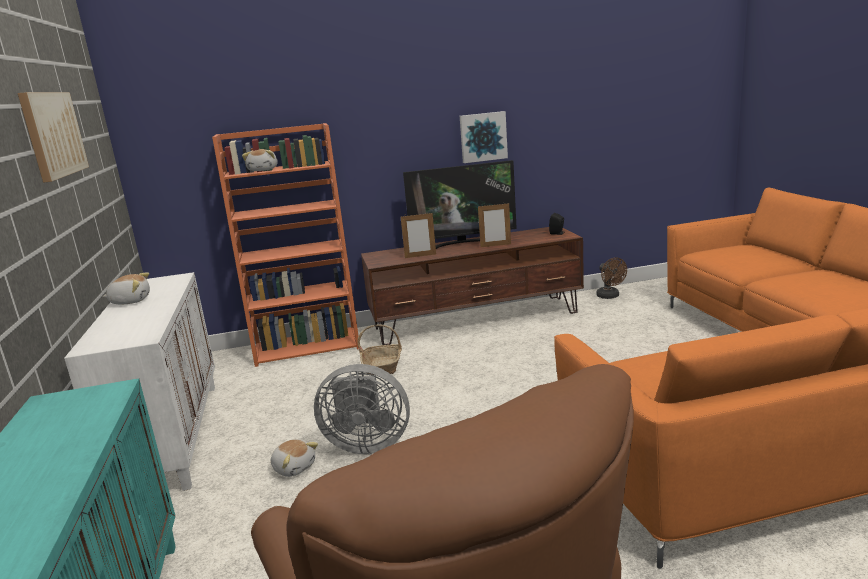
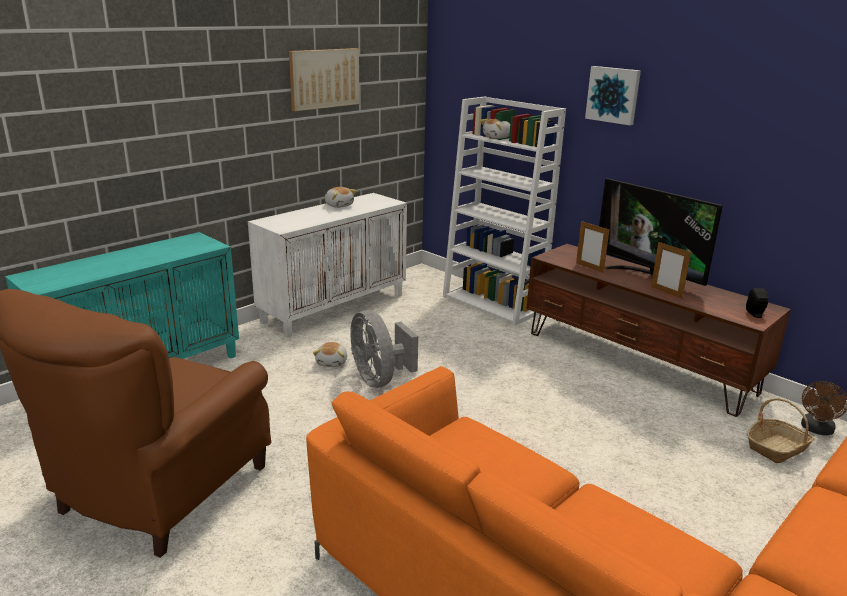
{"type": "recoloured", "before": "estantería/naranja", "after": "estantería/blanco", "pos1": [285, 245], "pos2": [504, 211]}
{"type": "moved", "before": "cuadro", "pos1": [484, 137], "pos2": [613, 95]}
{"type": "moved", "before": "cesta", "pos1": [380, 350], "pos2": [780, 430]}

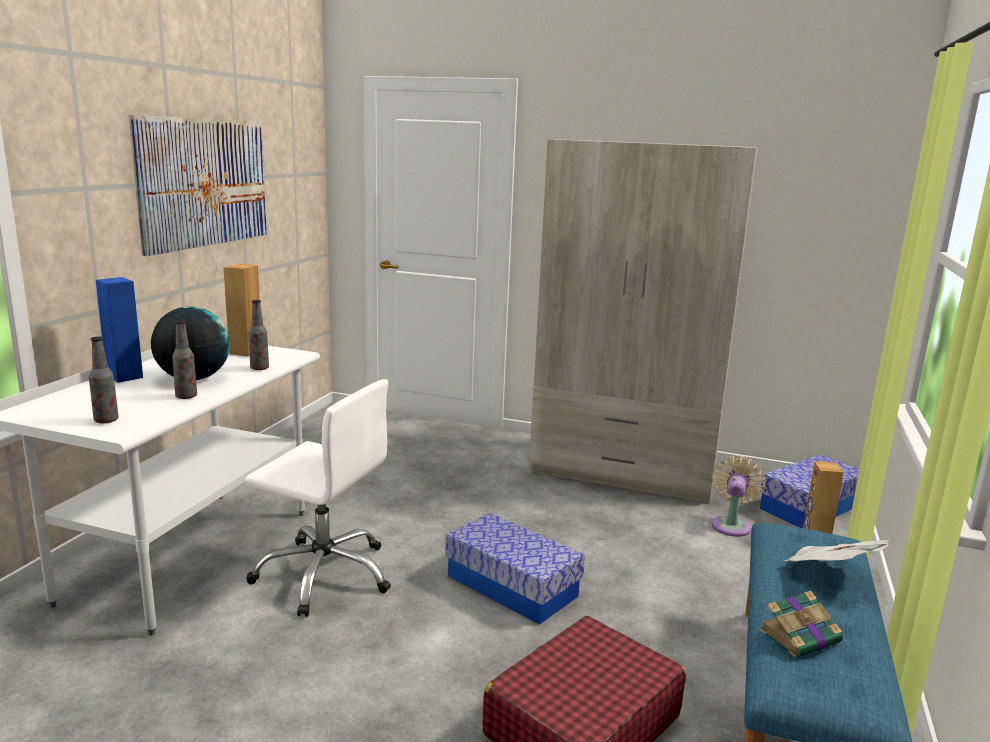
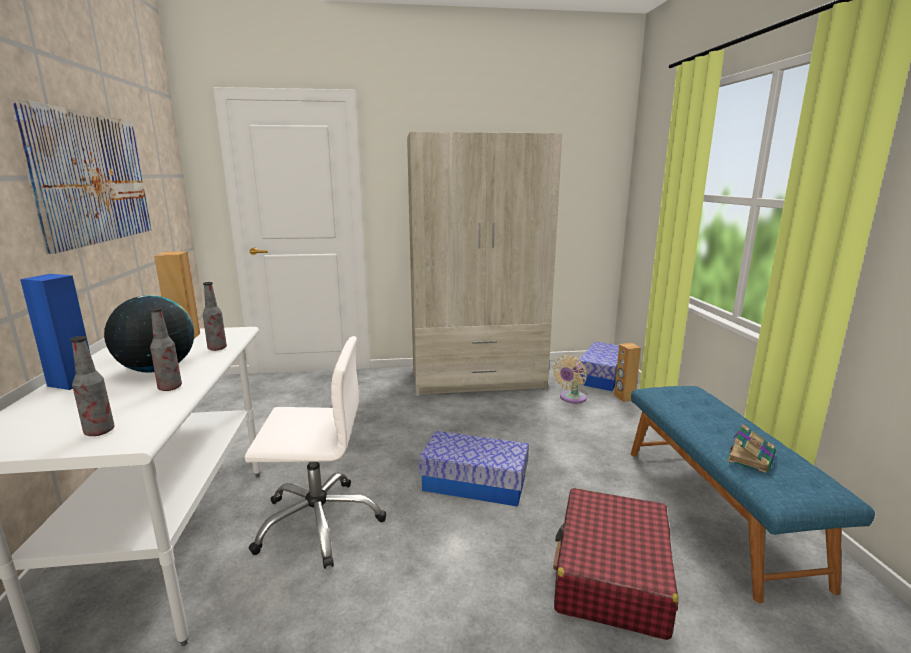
{"type": "turned", "before": "ventilador/beis", "pos1": [739, 496], "pos2": [570, 379], "turn": -135}
{"type": "removed", "before": "periódico", "pos1": [837, 550]}

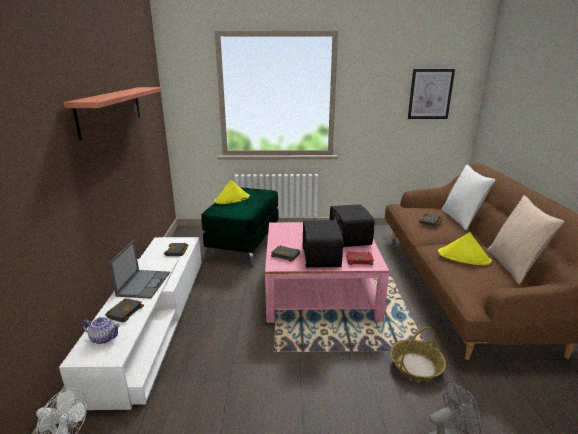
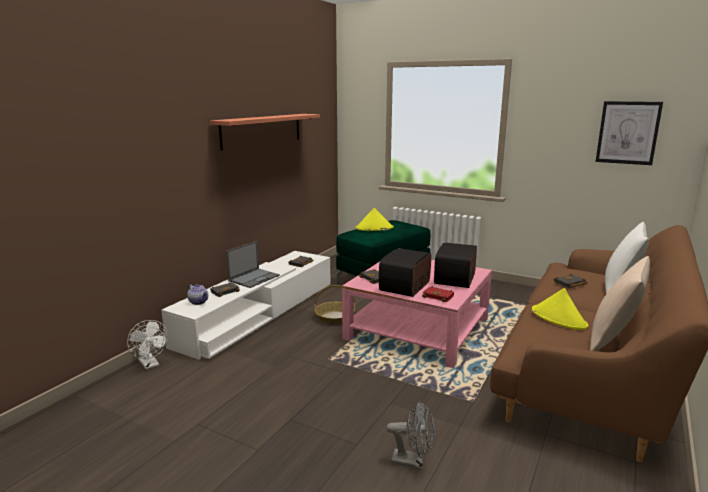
{"type": "moved", "before": "cesta", "pos1": [418, 354], "pos2": [334, 304]}

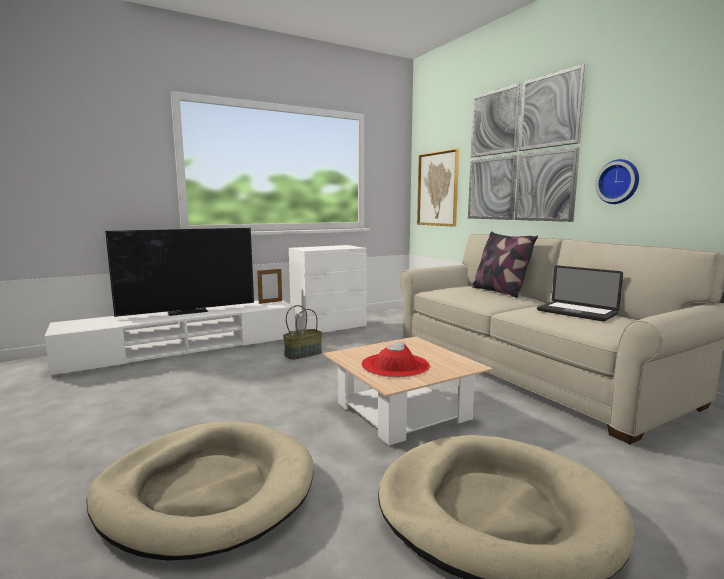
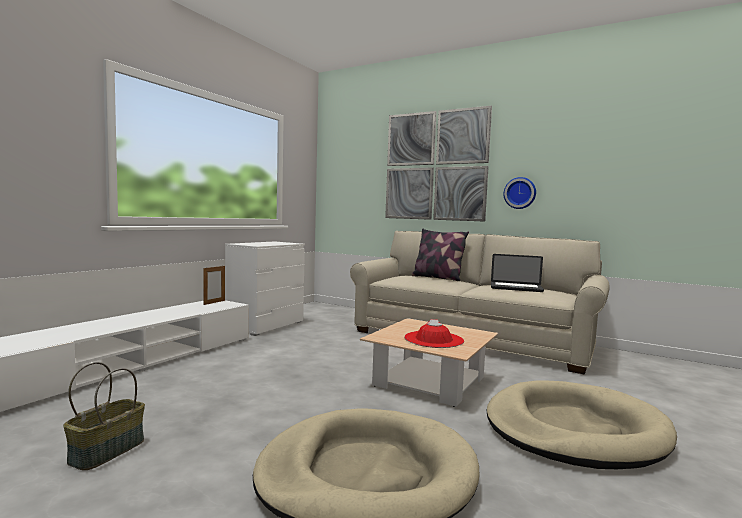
{"type": "moved", "before": "cesta", "pos1": [302, 332], "pos2": [104, 416]}
{"type": "removed", "before": "televisor", "pos1": [179, 272]}
{"type": "removed", "before": "cuadro", "pos1": [438, 188]}

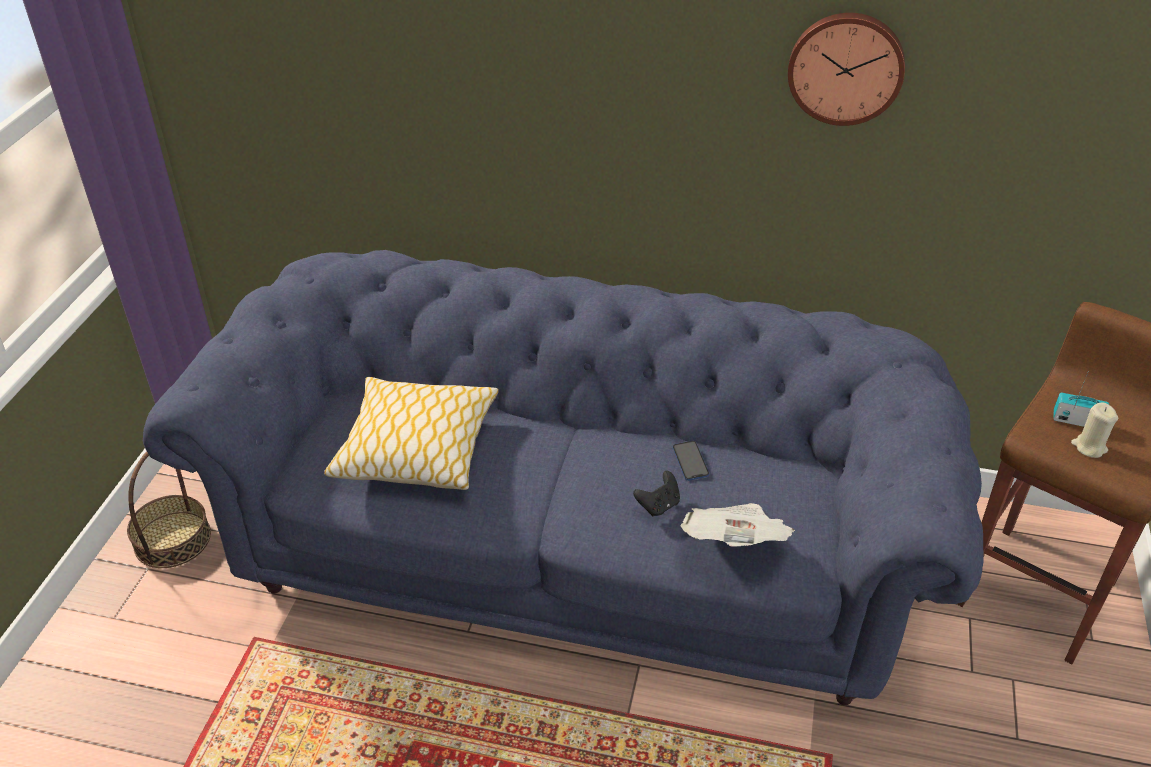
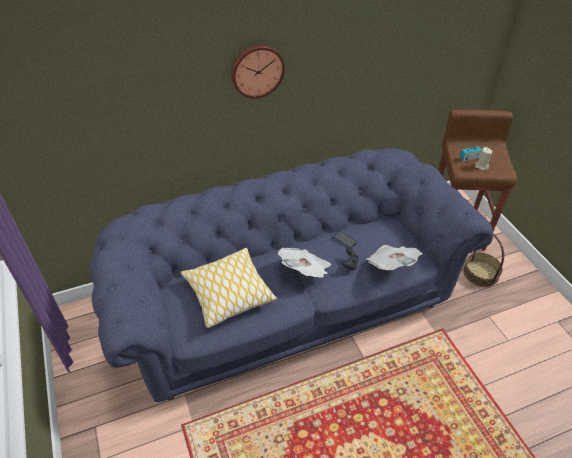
{"type": "moved", "before": "reloj de pared", "pos1": [846, 69], "pos2": [258, 71]}
{"type": "added", "after": "periódico", "pos2": [304, 263]}
{"type": "moved", "before": "cesta", "pos1": [169, 510], "pos2": [483, 260]}

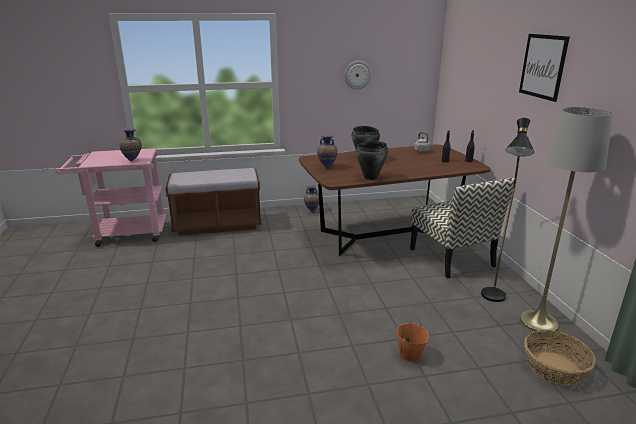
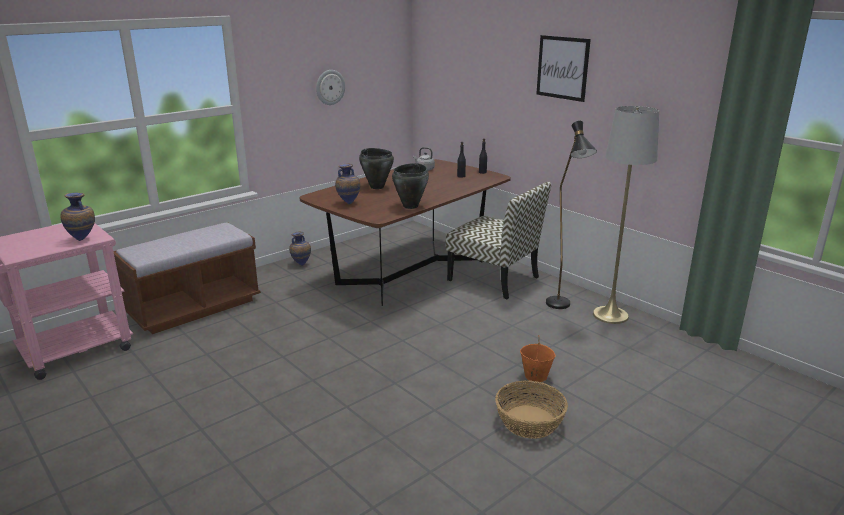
{"type": "moved", "before": "cesta", "pos1": [560, 357], "pos2": [531, 409]}

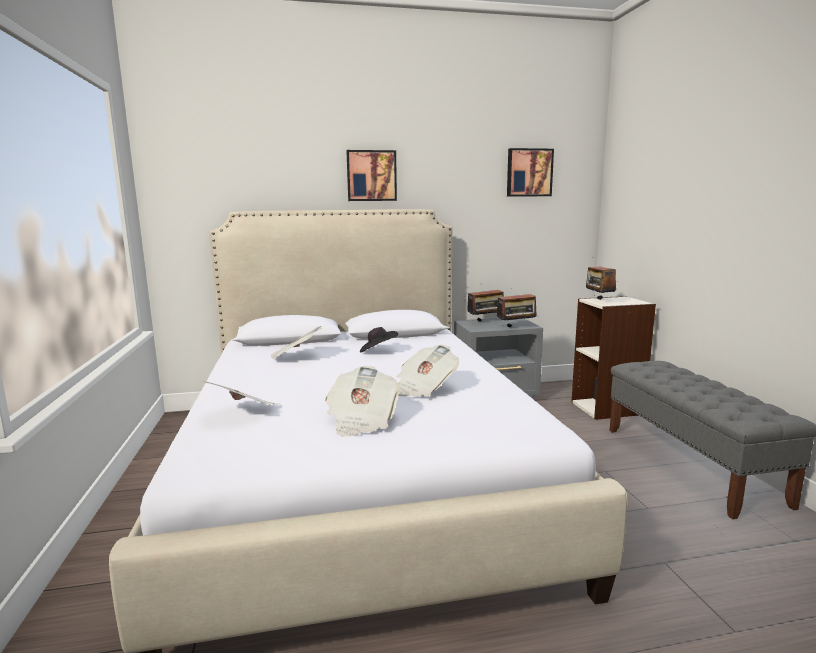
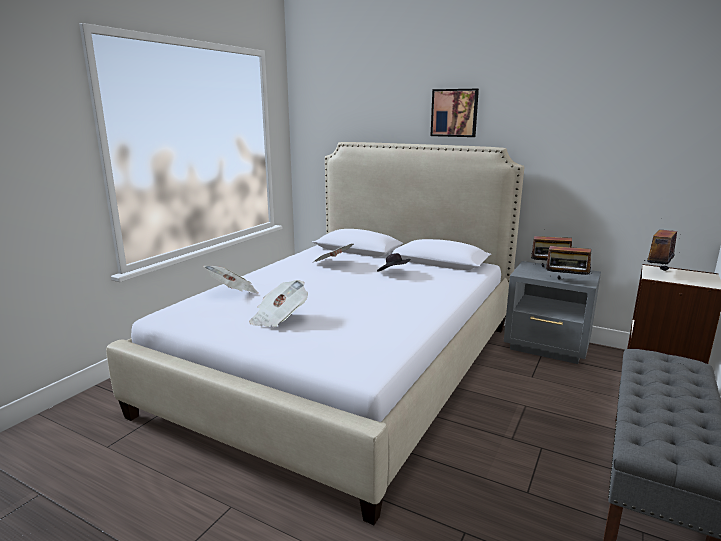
{"type": "removed", "before": "periódico", "pos1": [428, 371]}
{"type": "removed", "before": "cuadro", "pos1": [530, 172]}

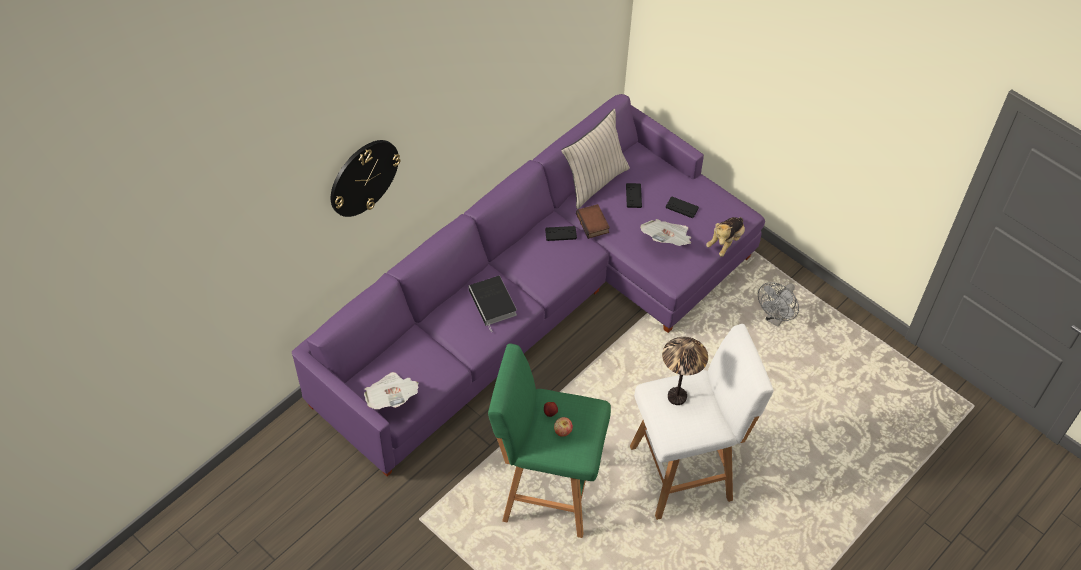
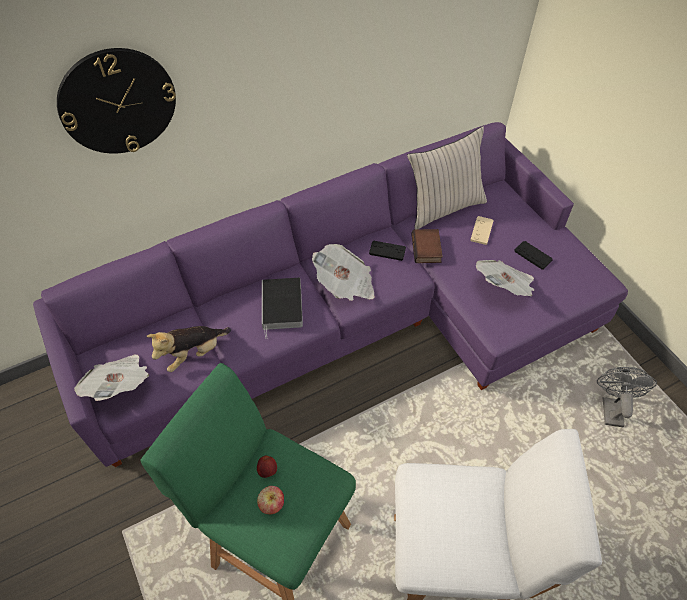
{"type": "moved", "before": "peluche", "pos1": [725, 237], "pos2": [188, 349]}
{"type": "added", "after": "periódico", "pos2": [343, 272]}
{"type": "recoloured", "before": "mando de consola/negro", "after": "mando de consola/beis", "pos1": [634, 195], "pos2": [482, 230]}
{"type": "turned", "before": "ventilador/gris", "pos1": [778, 304], "pos2": [627, 397], "turn": 135}
{"type": "removed", "before": "lámpara de mesa", "pos1": [685, 371]}

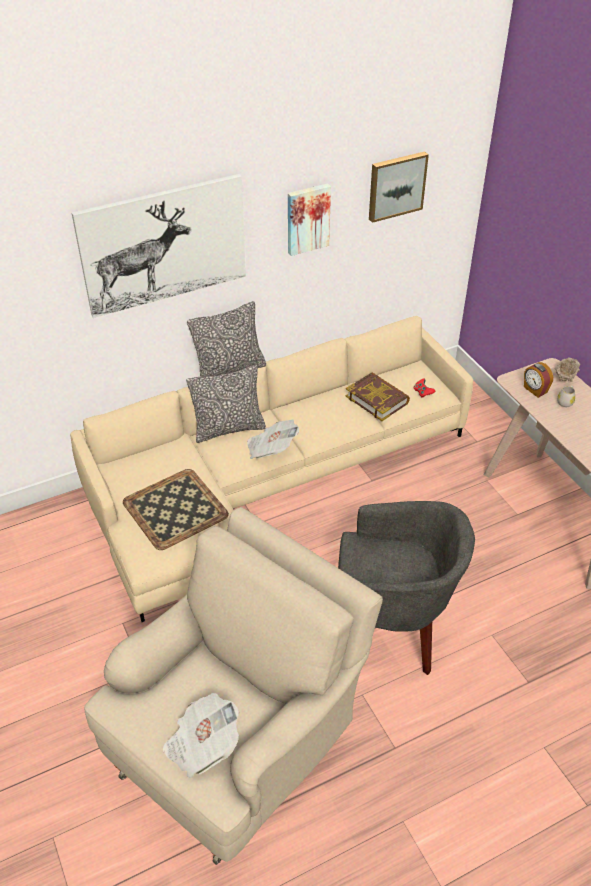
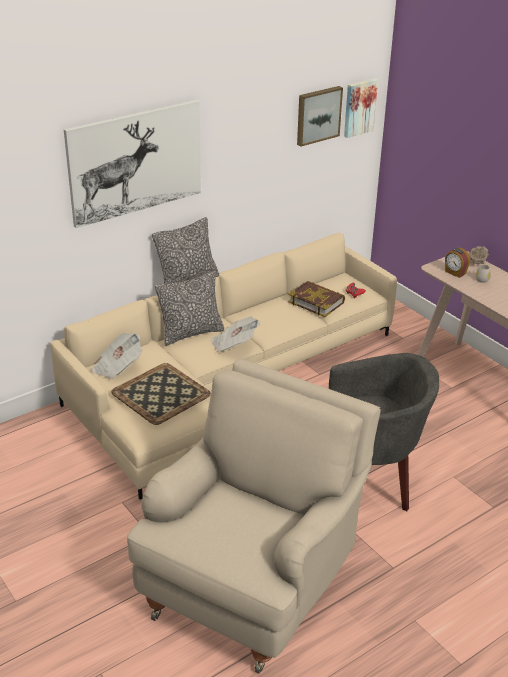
{"type": "moved", "before": "periódico", "pos1": [201, 735], "pos2": [117, 356]}
{"type": "moved", "before": "cuadro", "pos1": [309, 219], "pos2": [361, 108]}

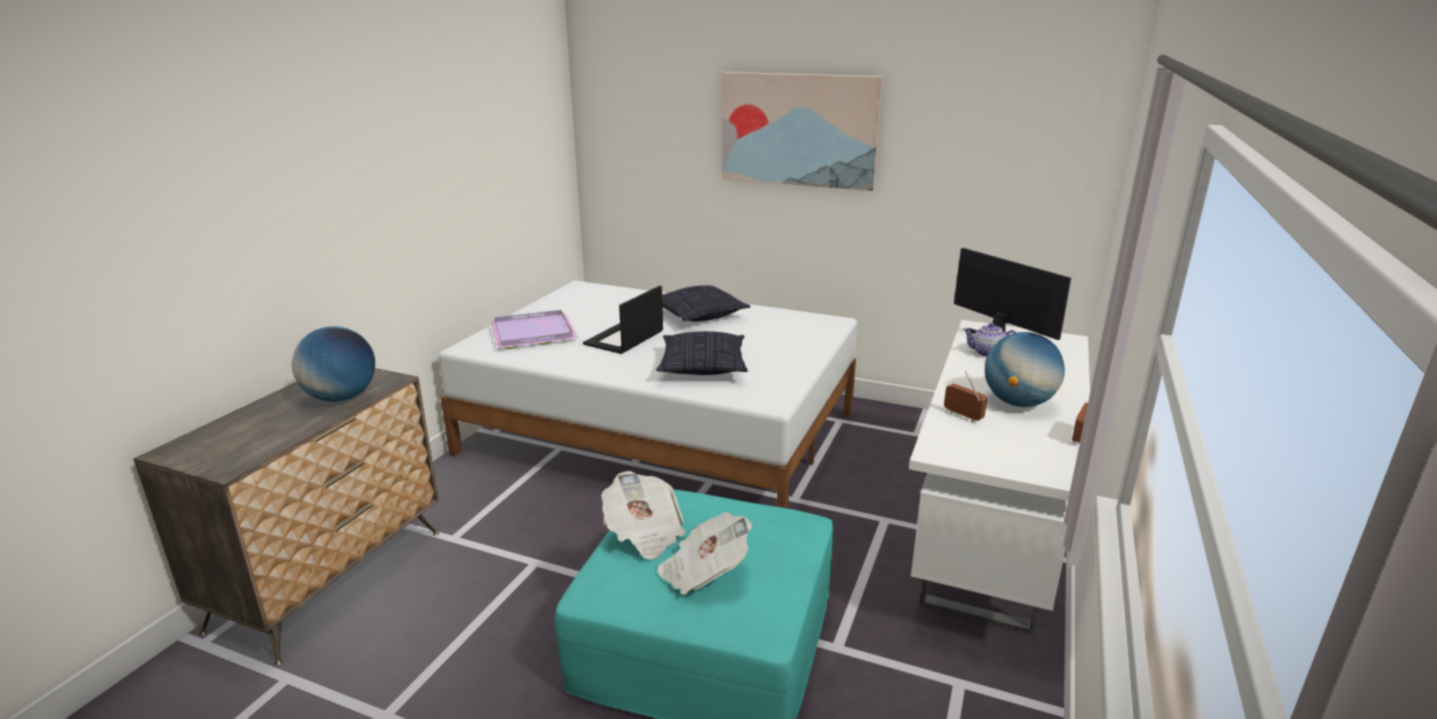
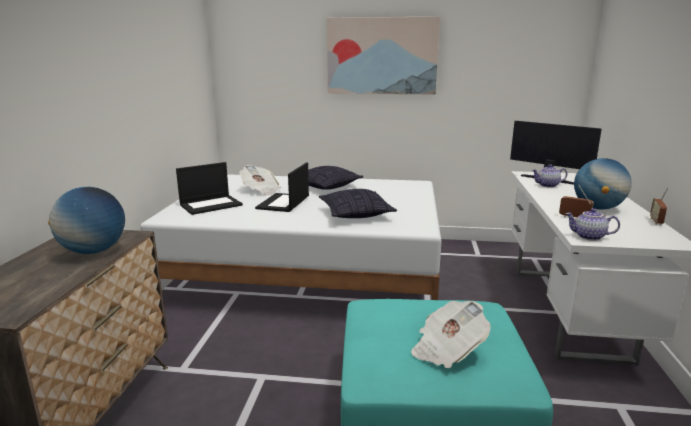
{"type": "replaced", "before": "bandeja/morado", "after": "portátil", "pos1": [534, 329], "pos2": [209, 188]}
{"type": "moved", "before": "periódico", "pos1": [643, 515], "pos2": [260, 180]}
{"type": "added", "after": "tetera", "pos2": [592, 224]}

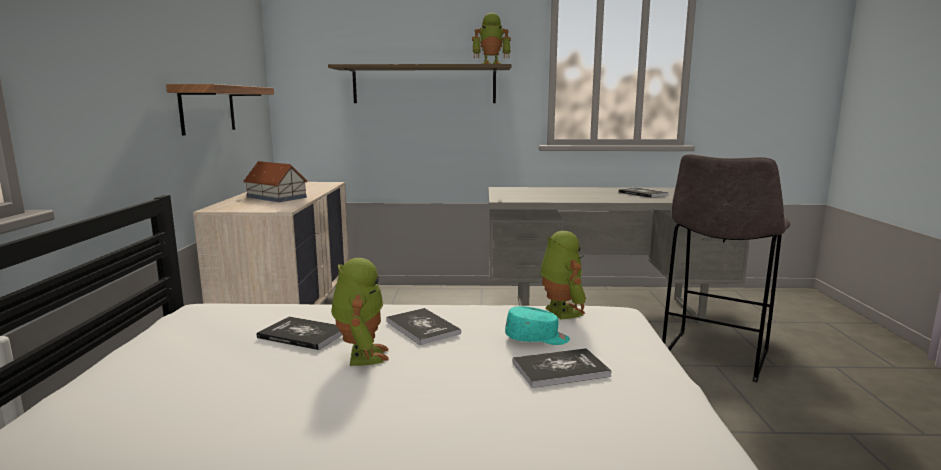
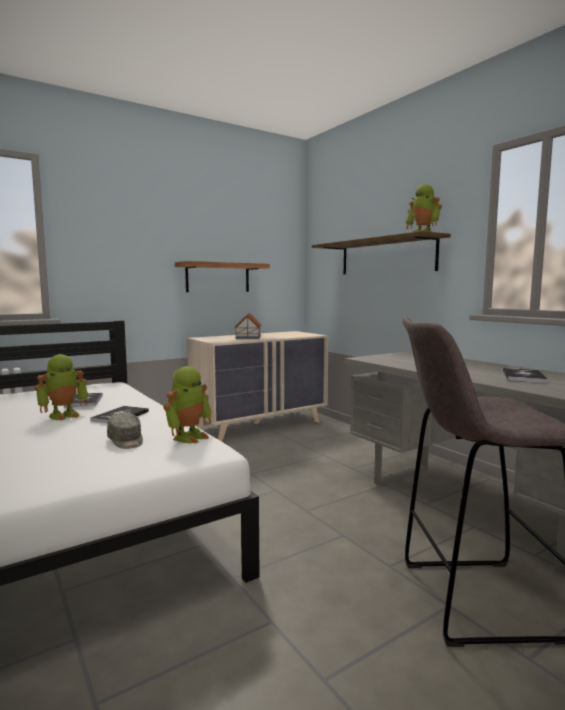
{"type": "recoloured", "before": "gorra/turquesa", "after": "gorra/gris", "pos1": [537, 325], "pos2": [125, 431]}
{"type": "removed", "before": "libro", "pos1": [562, 368]}

